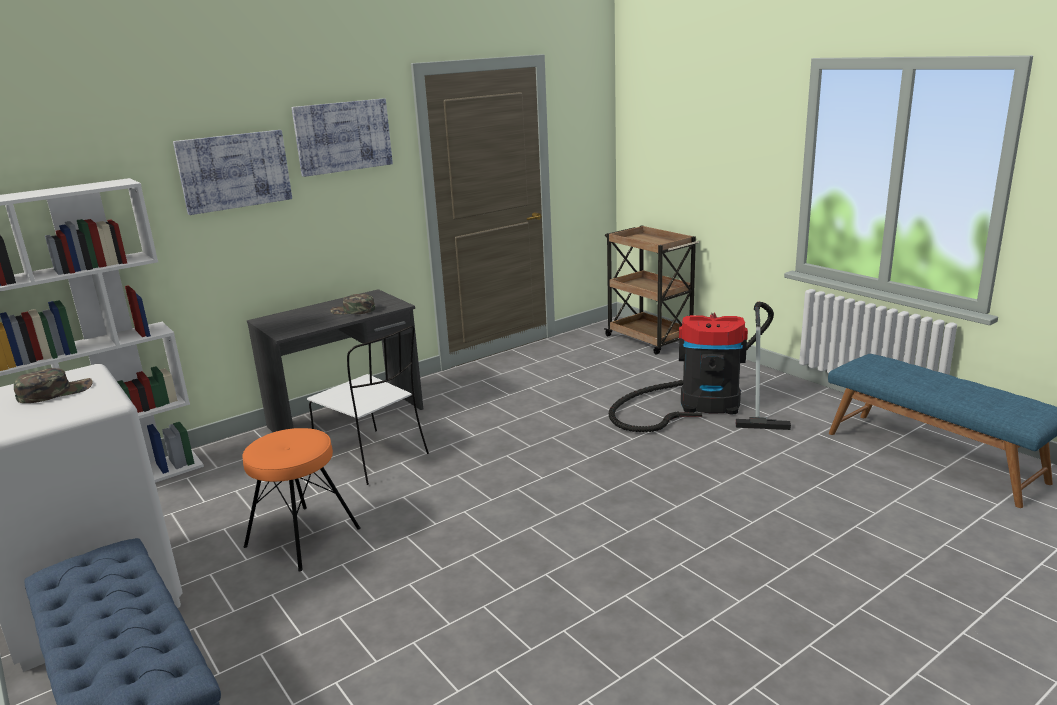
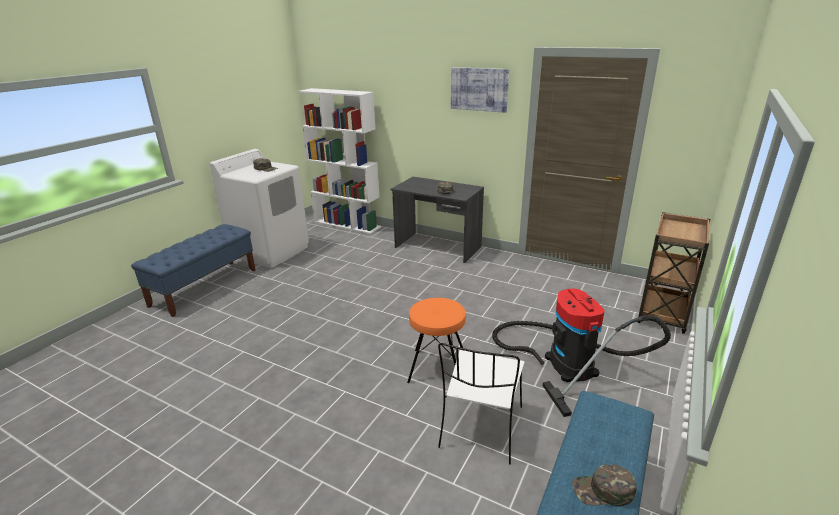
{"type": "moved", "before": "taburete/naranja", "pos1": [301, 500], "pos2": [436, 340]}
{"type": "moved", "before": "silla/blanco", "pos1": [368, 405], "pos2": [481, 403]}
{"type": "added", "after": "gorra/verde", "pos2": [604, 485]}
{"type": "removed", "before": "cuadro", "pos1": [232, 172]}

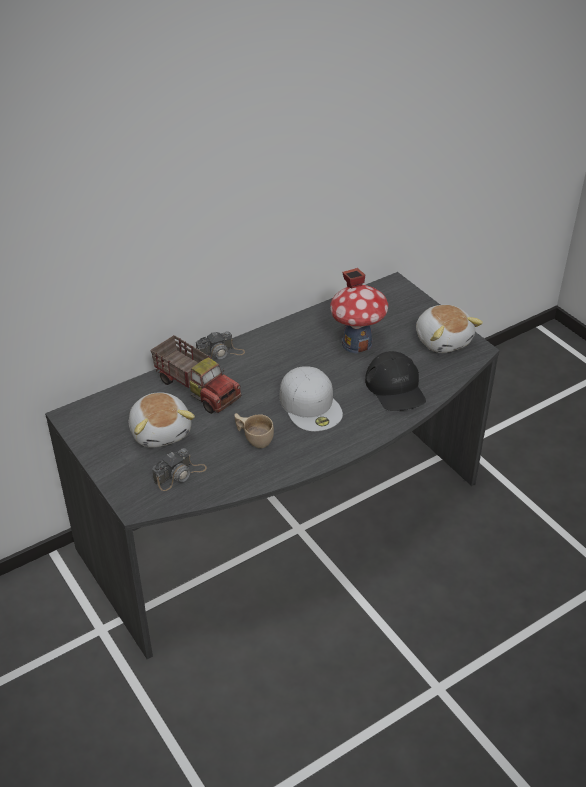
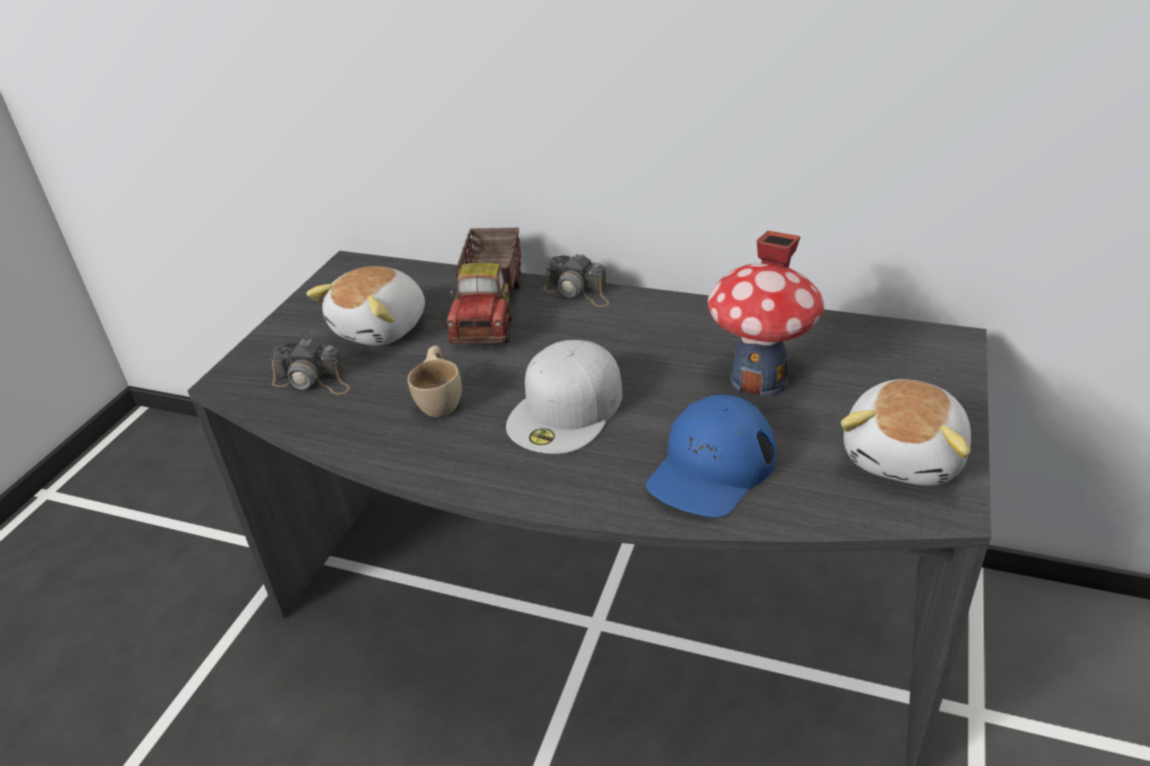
{"type": "recoloured", "before": "gorra/negro", "after": "gorra/azul", "pos1": [395, 381], "pos2": [711, 456]}

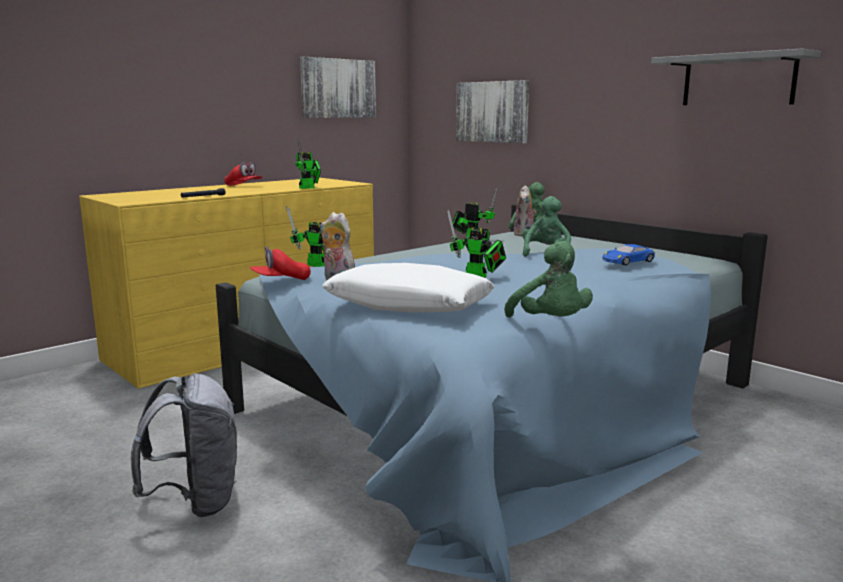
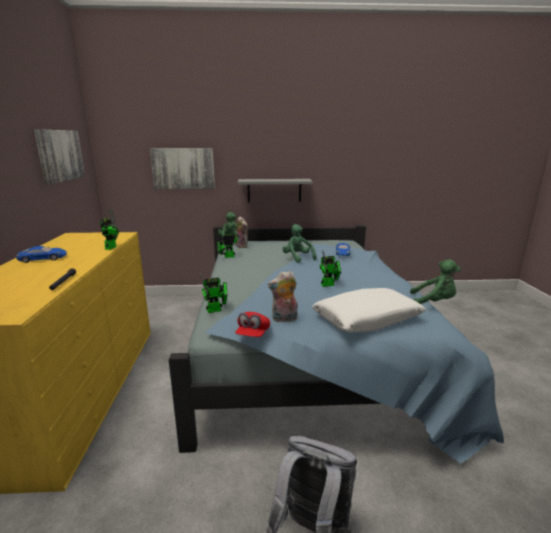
{"type": "replaced", "before": "gorra/rojo", "after": "coche de juguete/azul", "pos1": [243, 174], "pos2": [41, 254]}
{"type": "moved", "before": "estante/gris", "pos1": [736, 76], "pos2": [275, 190]}

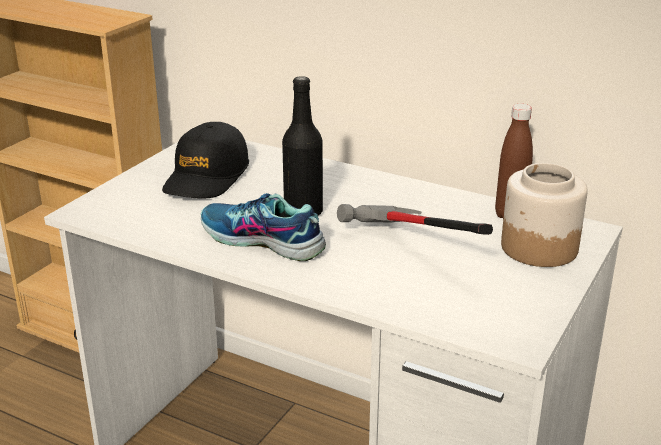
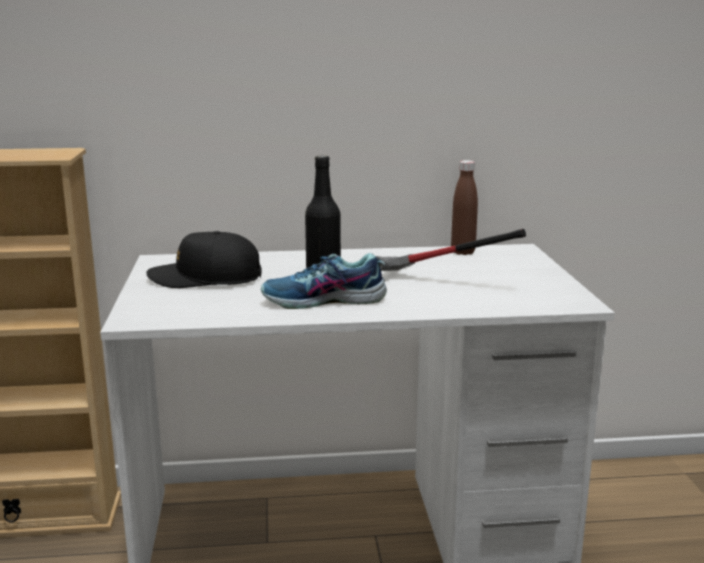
{"type": "turned", "before": "gorra/negro", "pos1": [205, 160], "pos2": [204, 259], "turn": 105}
{"type": "removed", "before": "tarro", "pos1": [544, 215]}

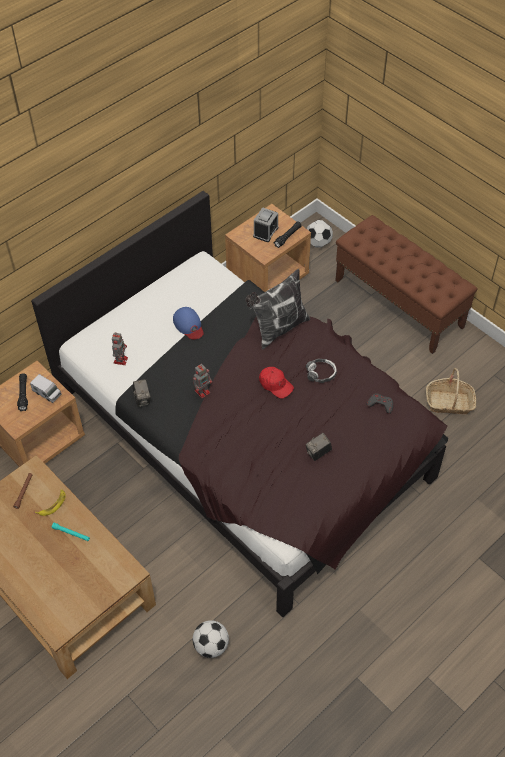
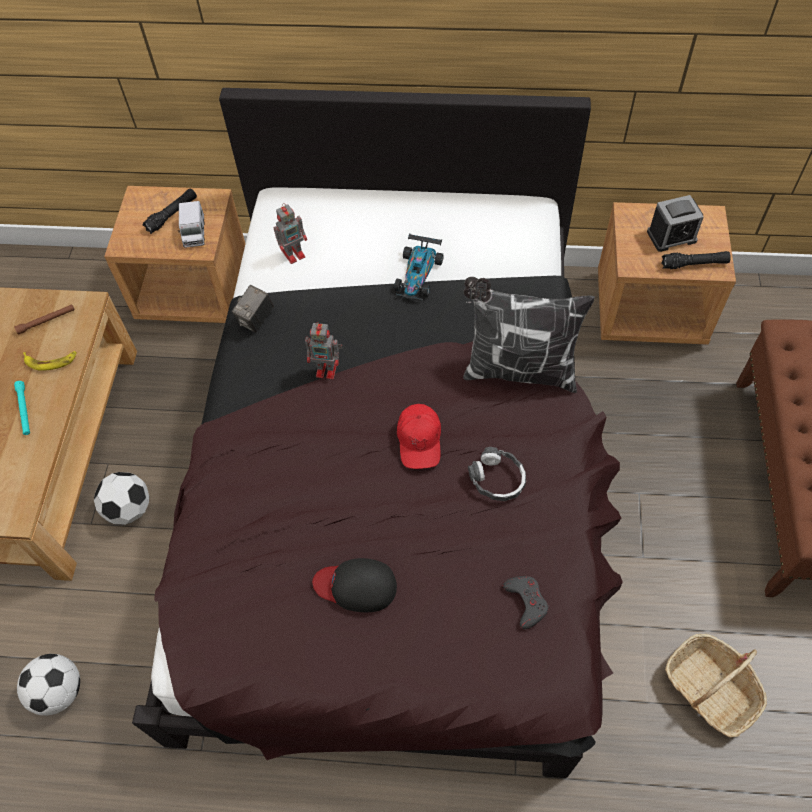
{"type": "moved", "before": "balón de fútbol", "pos1": [320, 234], "pos2": [121, 498]}
{"type": "replaced", "before": "cámara", "after": "gorra/negro", "pos1": [319, 447], "pos2": [355, 585]}
{"type": "replaced", "before": "gorra/azul", "after": "coche de juguete", "pos1": [188, 323], "pos2": [419, 267]}

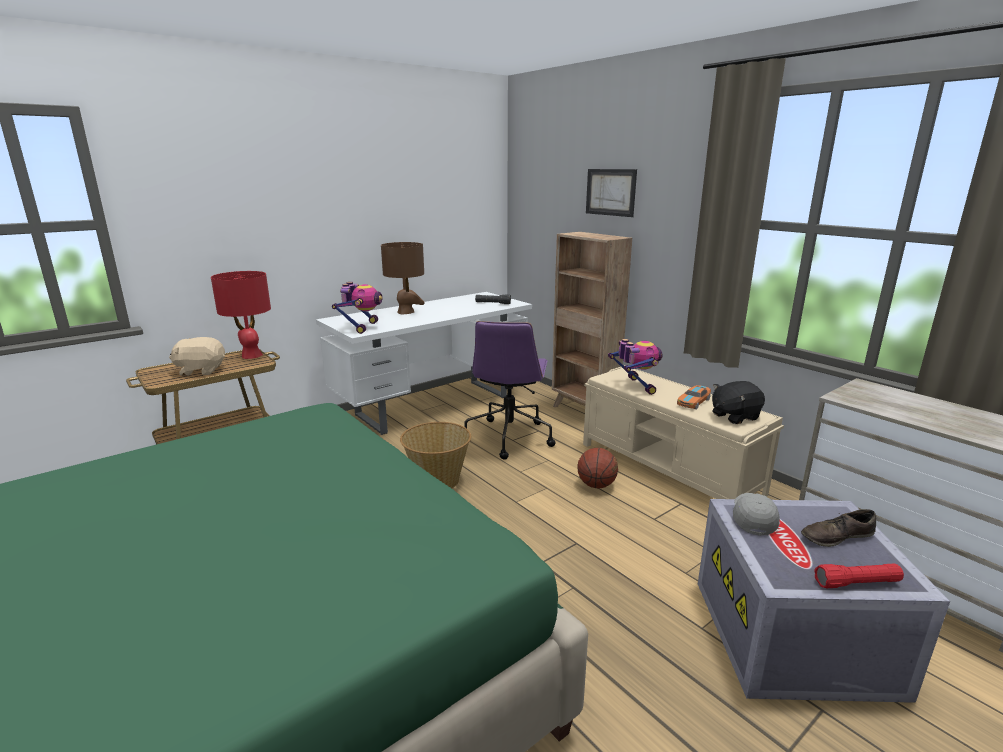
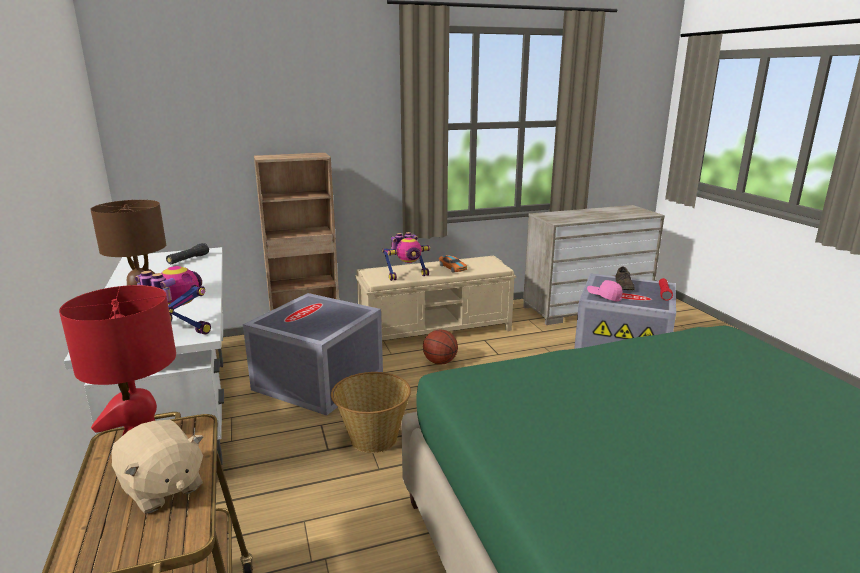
{"type": "turned", "before": "peluche/beis", "pos1": [197, 356], "pos2": [157, 467], "turn": -60}
{"type": "replaced", "before": "silla de oficina/morado", "after": "caja de almacenaje/gris", "pos1": [510, 390], "pos2": [313, 354]}
{"type": "turned", "before": "robot de juguete", "pos1": [635, 367], "pos2": [406, 256], "turn": 150}
{"type": "recoloured", "before": "gorra/gris", "after": "gorra/rosa", "pos1": [756, 514], "pos2": [605, 291]}
{"type": "removed", "before": "cuadro", "pos1": [611, 193]}
{"type": "removed", "before": "peluche/negro", "pos1": [738, 402]}

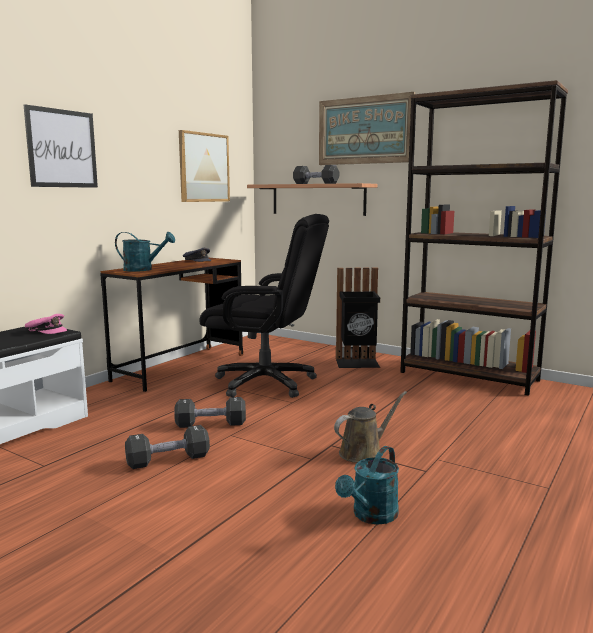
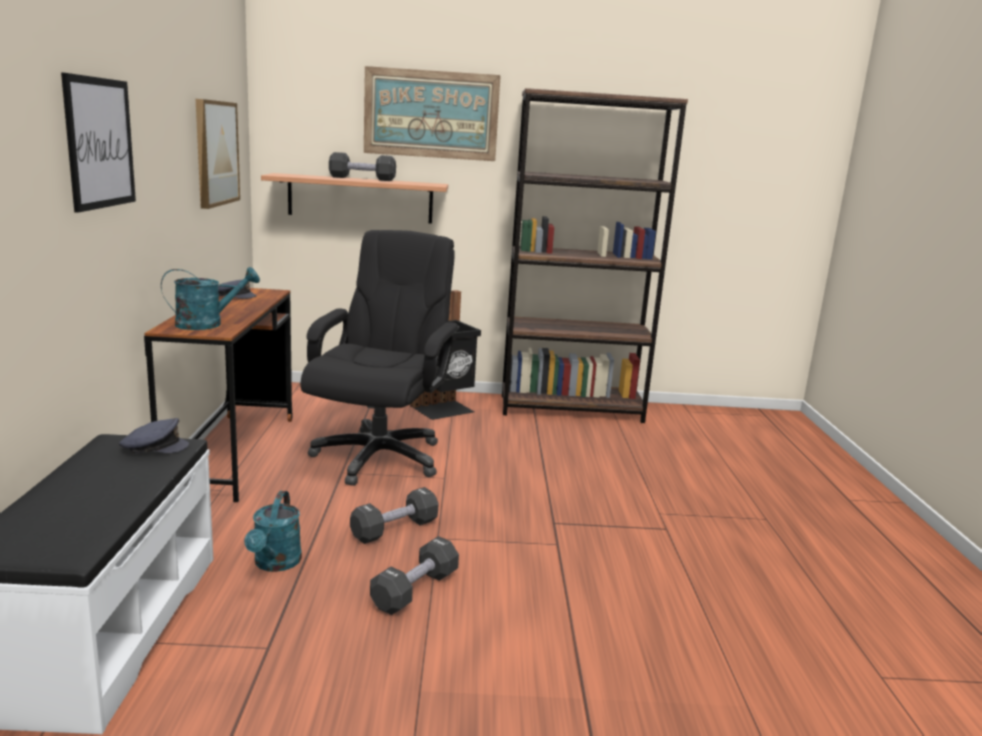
{"type": "recoloured", "before": "gorra/rosa", "after": "gorra/gris", "pos1": [46, 324], "pos2": [154, 435]}
{"type": "moved", "before": "regadera/turquesa", "pos1": [367, 485], "pos2": [273, 531]}
{"type": "turned", "before": "silla de oficina/negro", "pos1": [264, 306], "pos2": [380, 358], "turn": -60}
{"type": "removed", "before": "regadera/marrón", "pos1": [370, 427]}

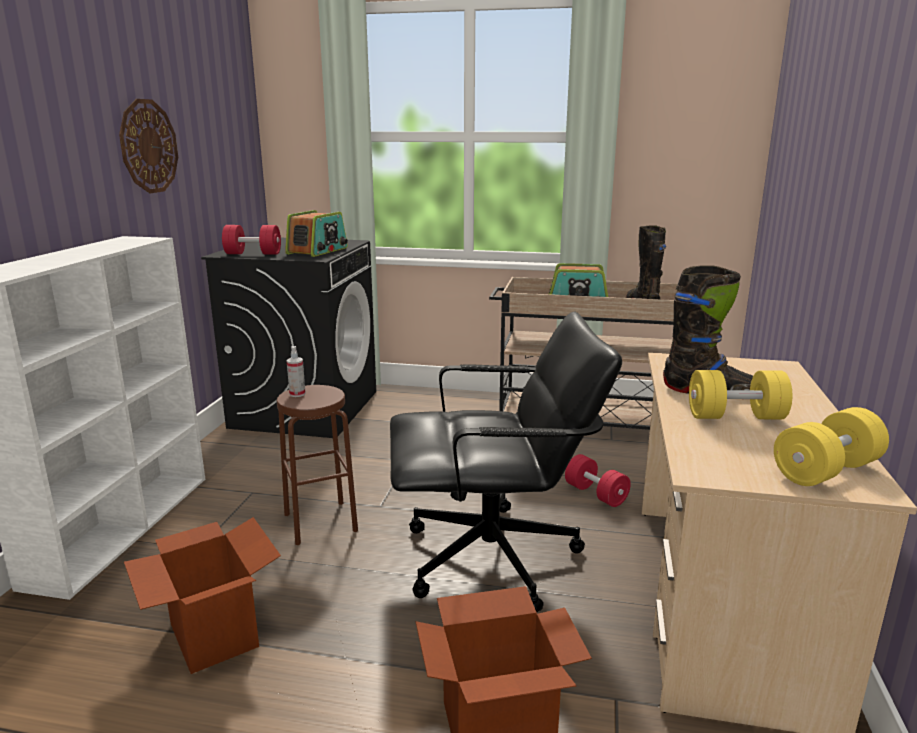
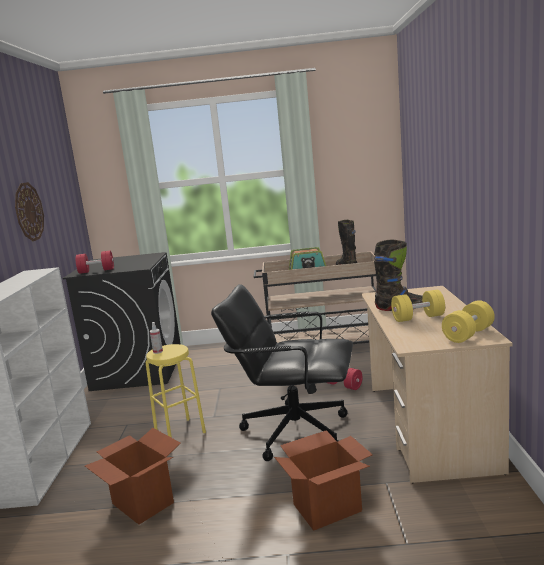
{"type": "recoloured", "before": "taburete/marrón", "after": "taburete/amarillo", "pos1": [317, 465], "pos2": [176, 391]}
{"type": "turned", "before": "silla de oficina/negro", "pos1": [506, 461], "pos2": [282, 372], "turn": -150}
{"type": "removed", "before": "radio", "pos1": [316, 233]}

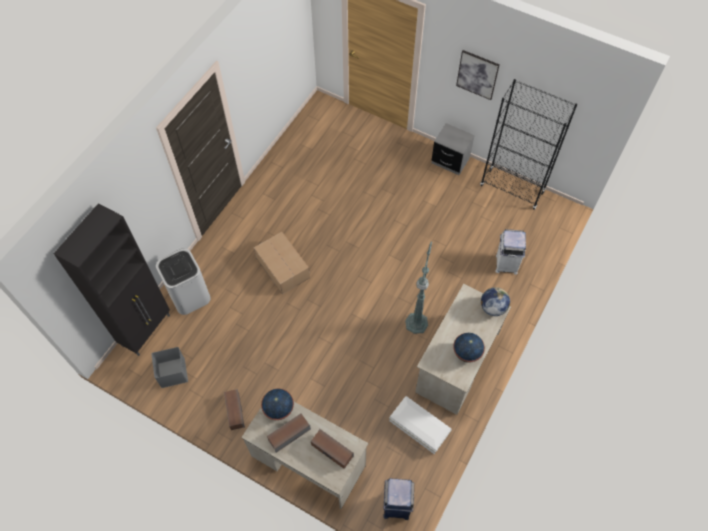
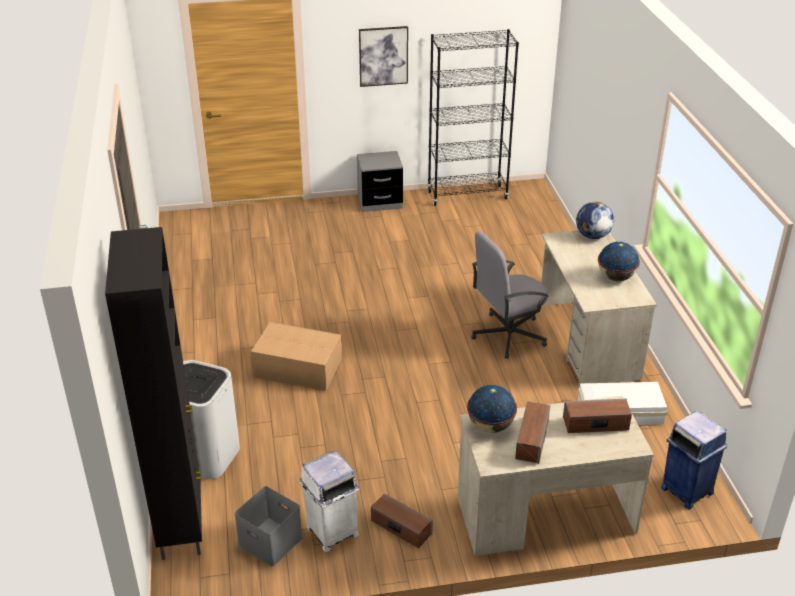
{"type": "moved", "before": "papelera/blanco", "pos1": [510, 252], "pos2": [329, 501]}
{"type": "replaced", "before": "lámpara de pie/verde", "after": "silla de oficina/gris", "pos1": [418, 287], "pos2": [510, 295]}

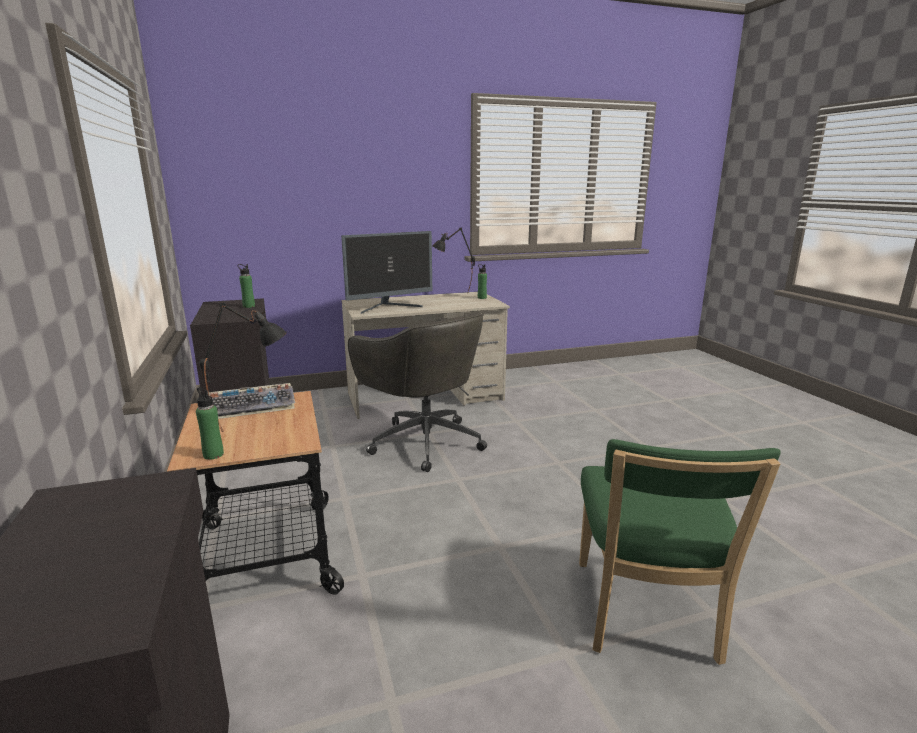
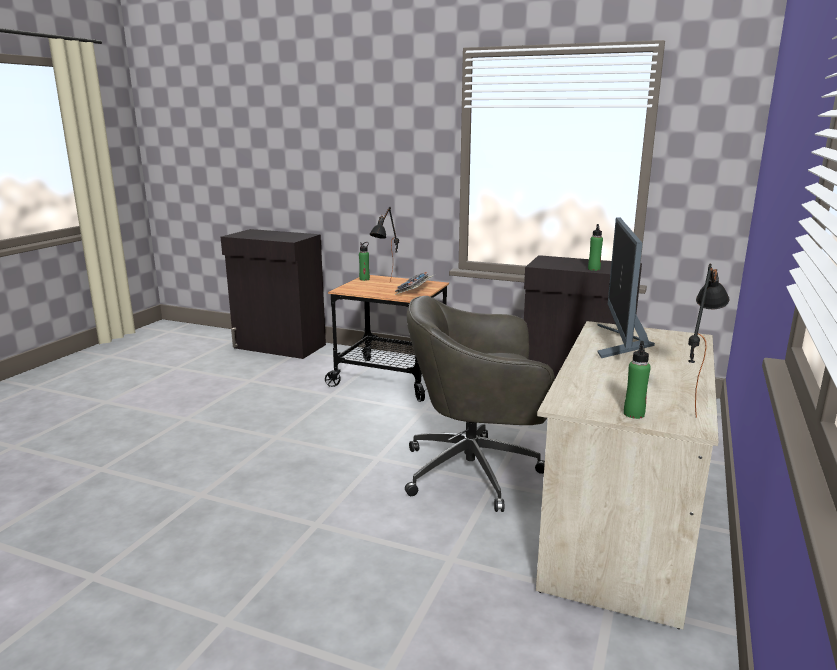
{"type": "removed", "before": "silla/verde", "pos1": [680, 552]}

